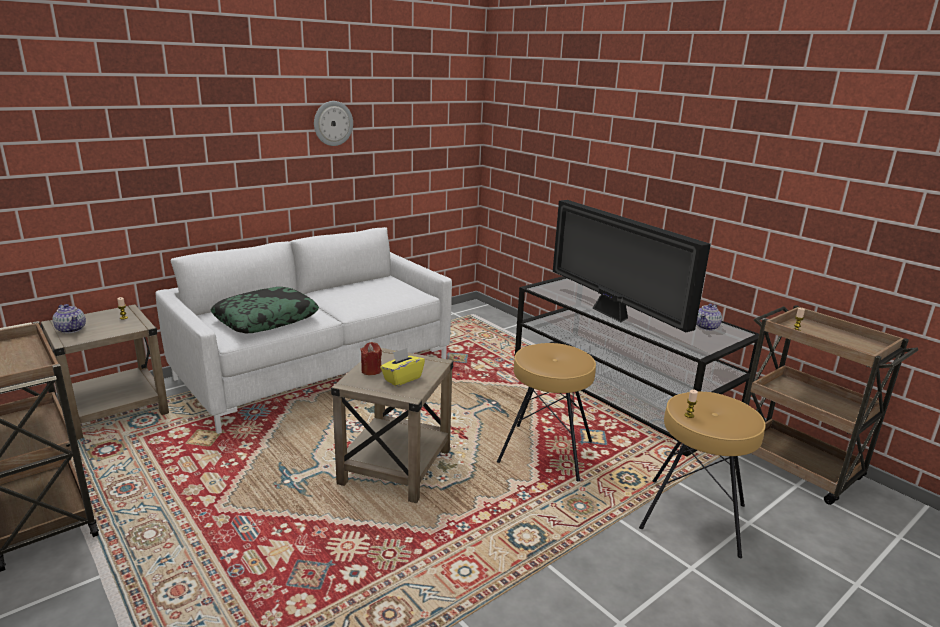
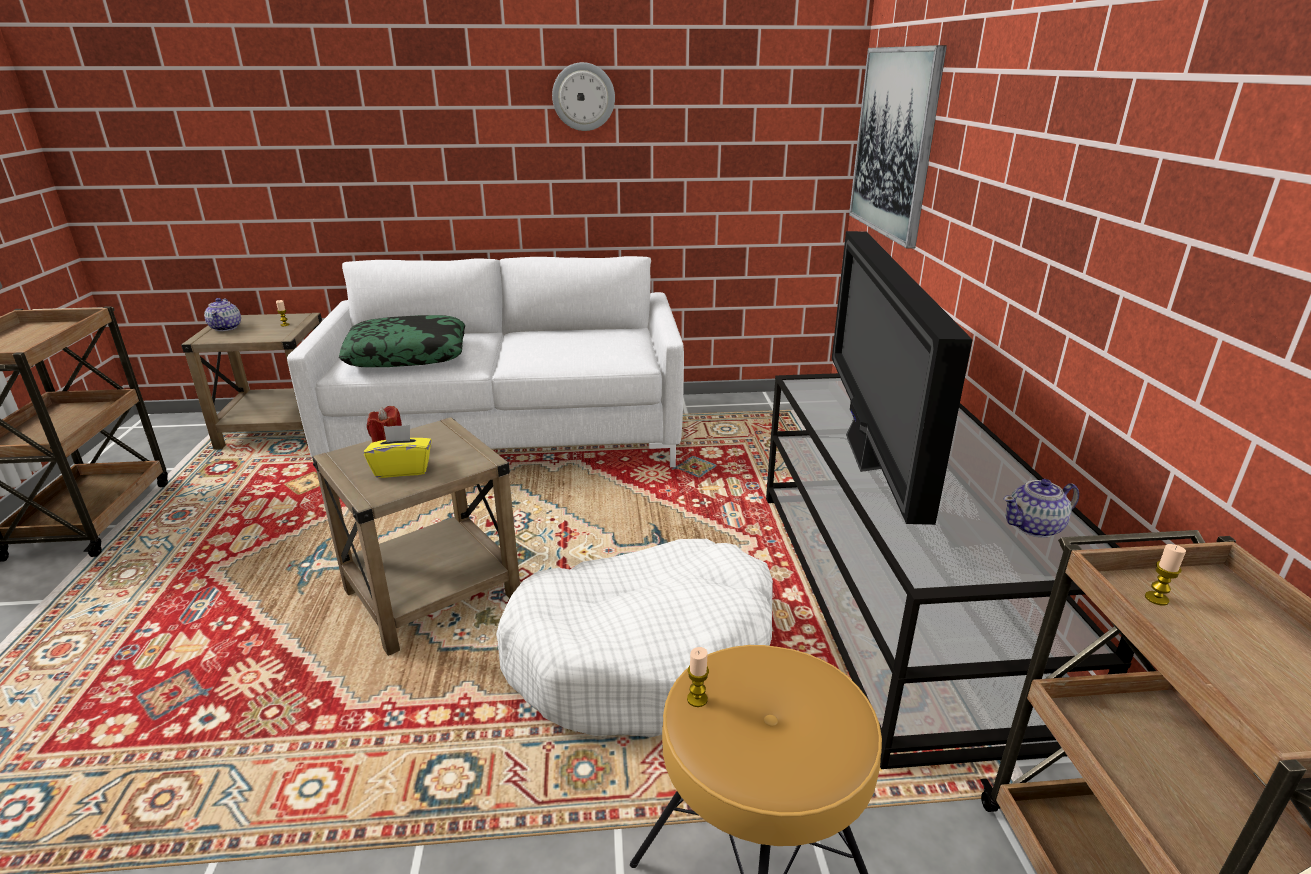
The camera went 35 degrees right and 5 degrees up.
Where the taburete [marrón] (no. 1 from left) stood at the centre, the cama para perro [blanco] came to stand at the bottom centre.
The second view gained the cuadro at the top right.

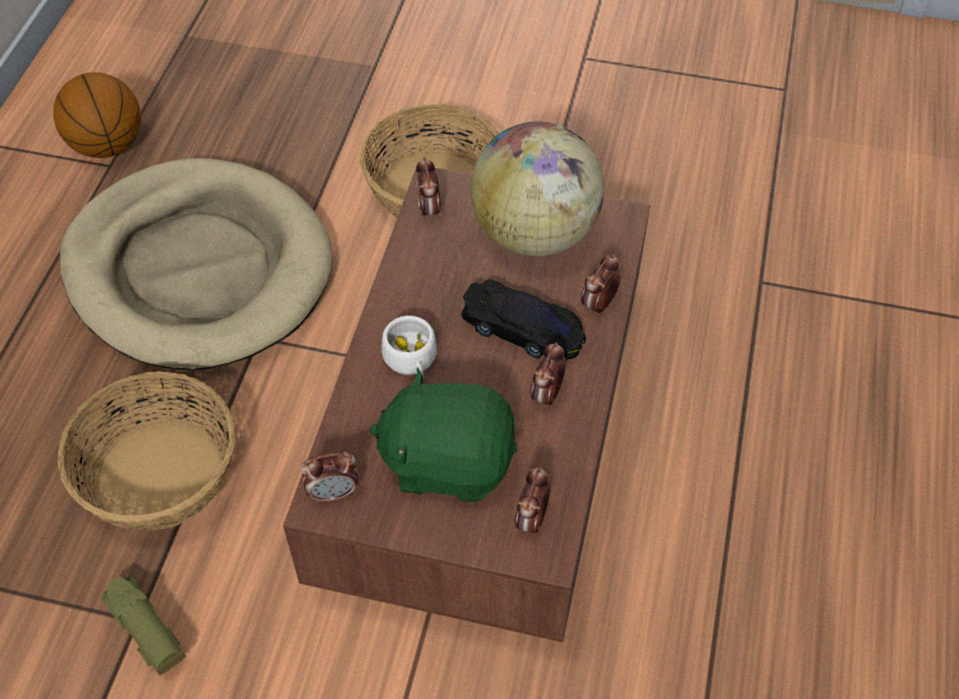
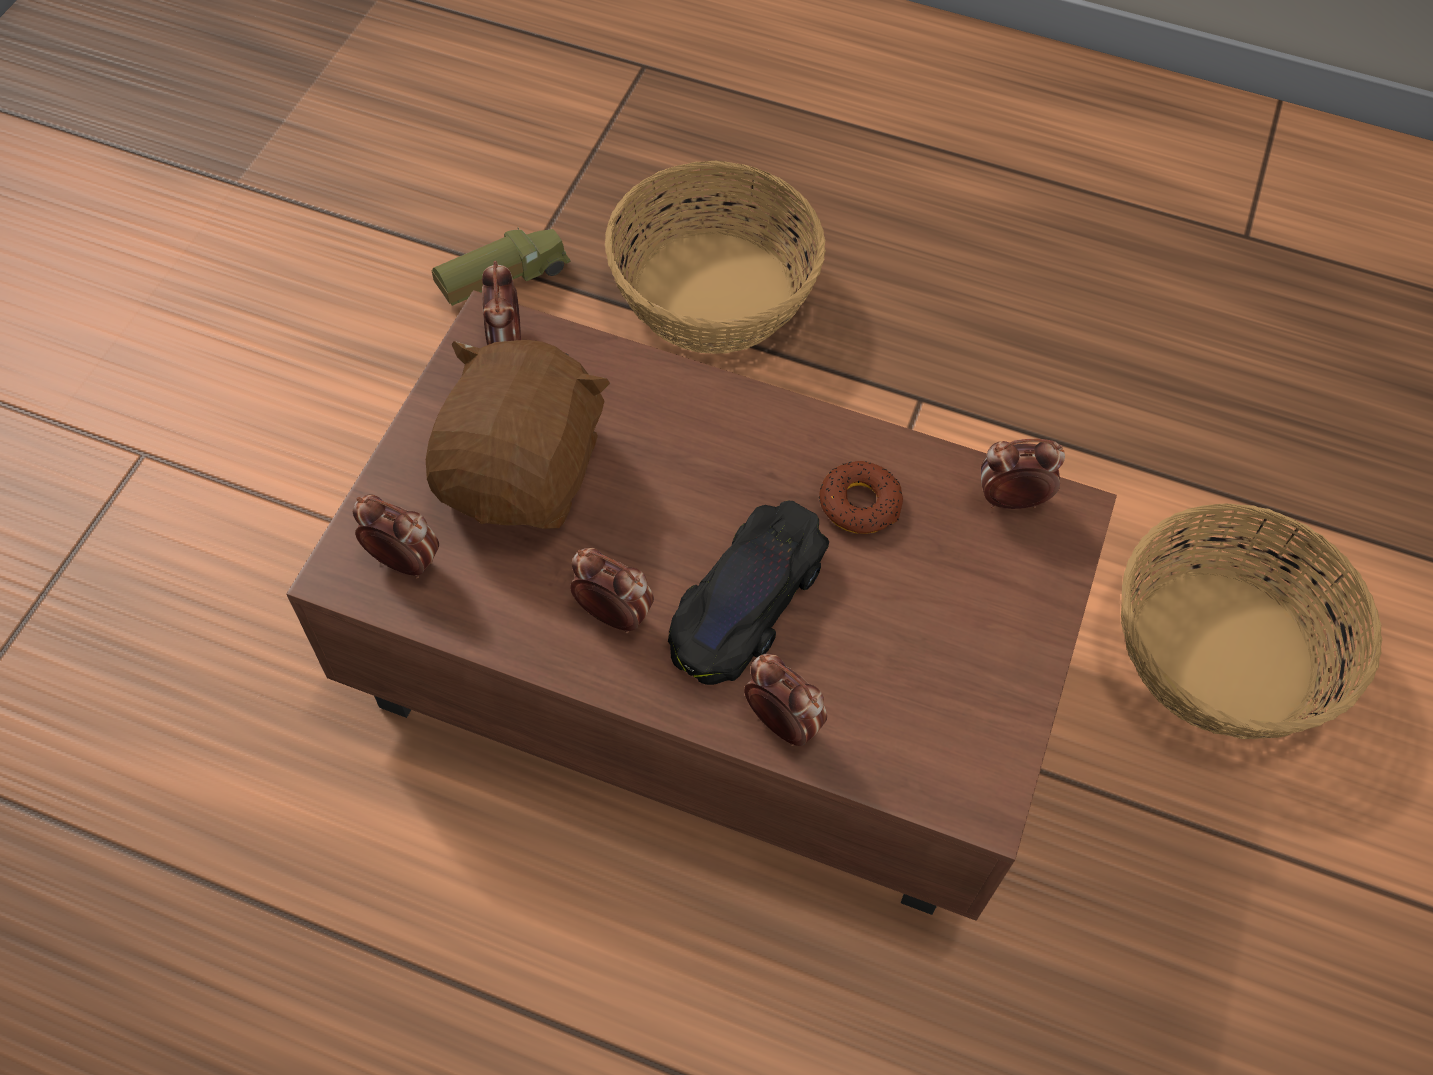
The camera went 95 degrees right and 5 degrees up.
The second view lost the balón de baloncesto at the top left.
The second view lost the globo terráqueo at the top centre.
The second view lost the cama para perro [beis] at the middle left.
The second view lost the taza [blanco] at the centre.
What was the peluche [verde] at the centre turned into the peluche [marrón] at the centre.
The second view gained the rosquilla at the centre.

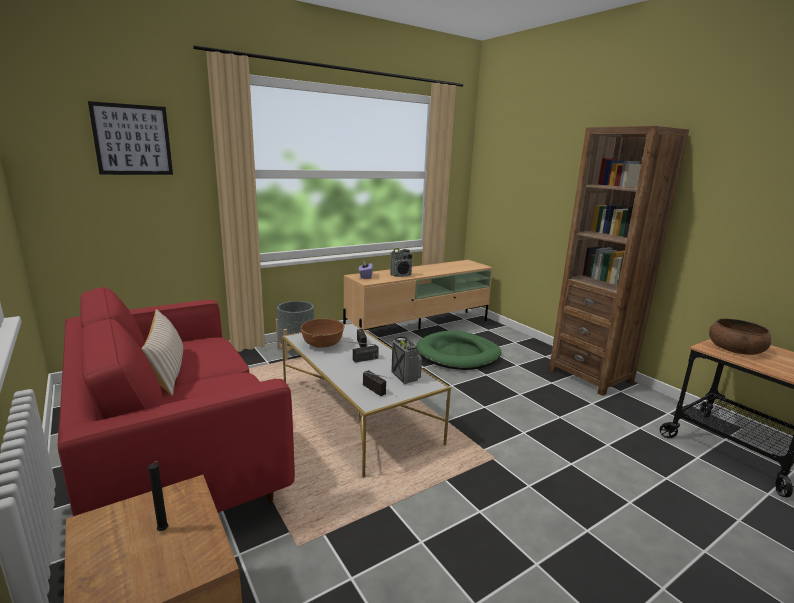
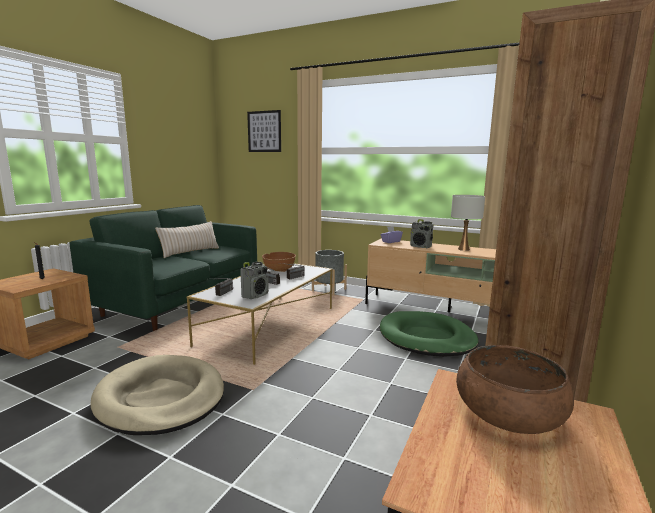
The camera went 60 degrees right and 5 degrees down.
What was the sofá [rojo] at the middle left turned into the sofá [verde] at the middle left.
The second view gained the lámpara de mesa [blanco] at the middle right.
The second view gained the cama para perro [beis] at the bottom left.

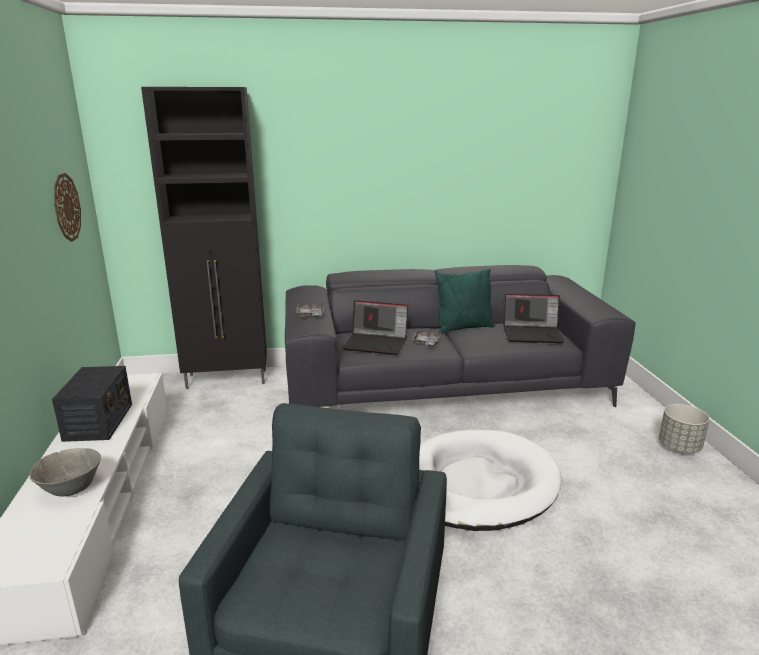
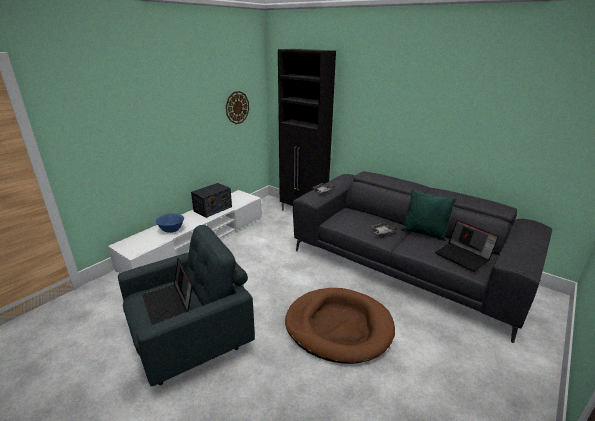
The camera went 45 degrees right and 5 degrees up.
The portátil (no. 1 from left) ended up elsewhere, having gone from the centre to the bottom left.
The second view lost the maceta [gris] at the middle right.
What was the cama para perro [blanco] at the bottom centre turned into the cama para perro [marrón] at the bottom centre.
What was the cuenco [gris] at the bottom left turned into the cuenco [azul] at the middle left.

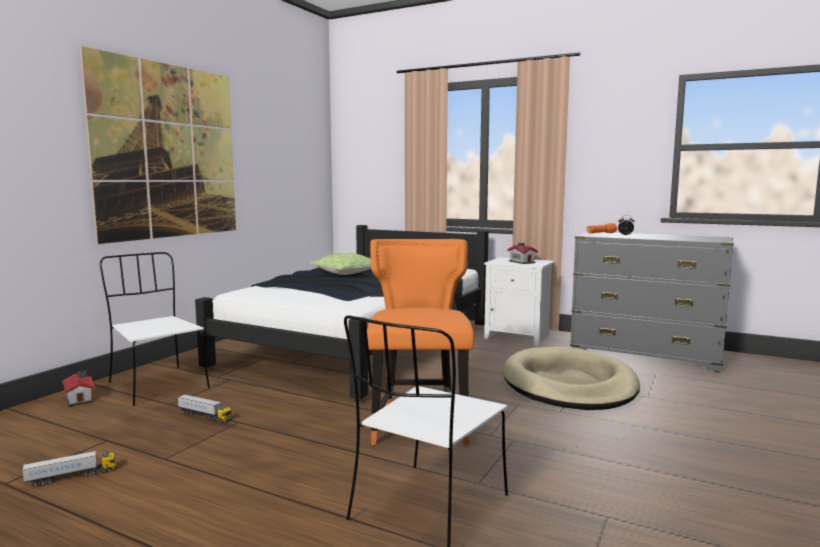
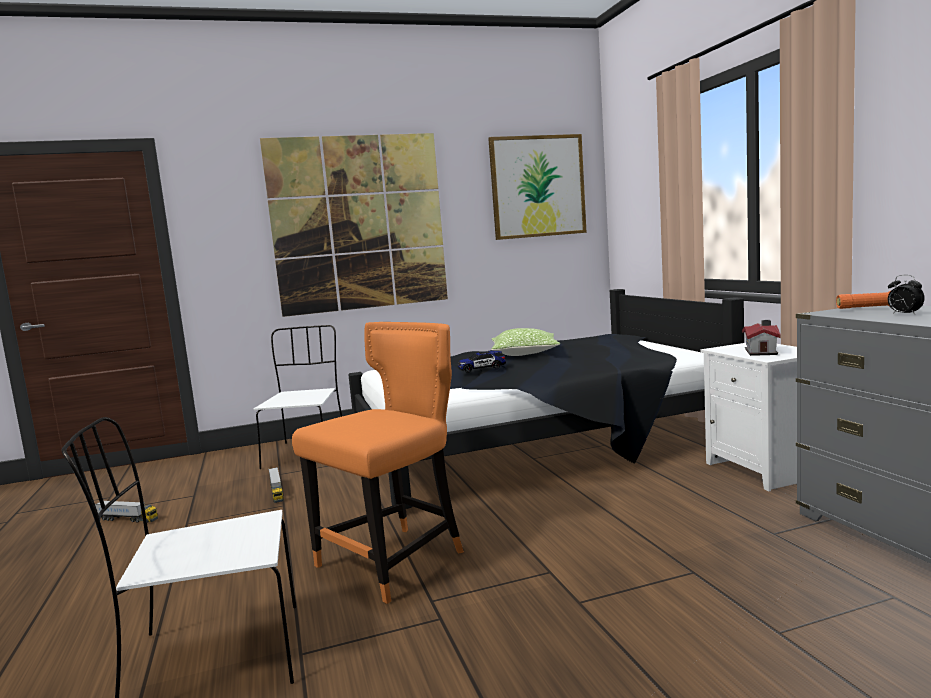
The camera went 45 degrees right and 0 degrees up.
The second view lost the cama para perro [beis] at the bottom right.
The second view lost the casita (no. 1 from left) at the bottom left.
The second view gained the cuadro (no. 2 from left) at the top centre.
The second view gained the coche de juguete at the centre.

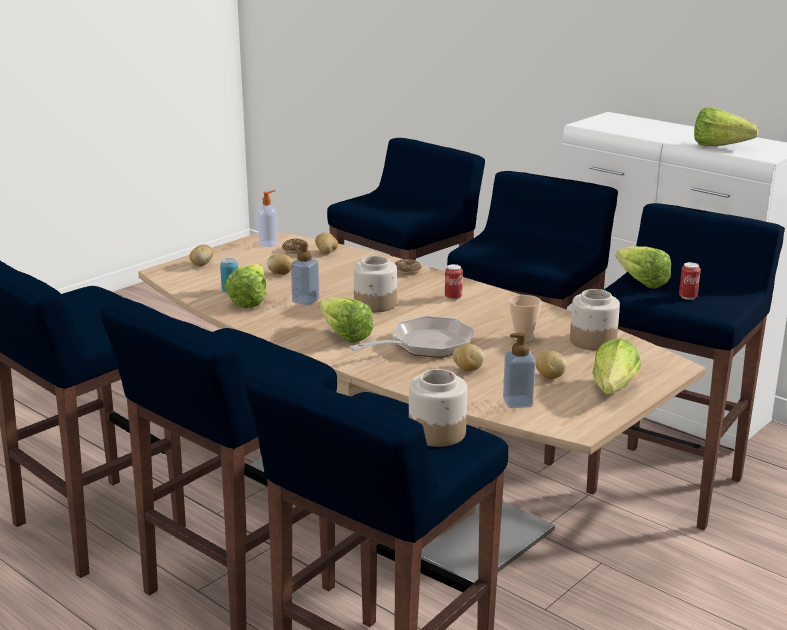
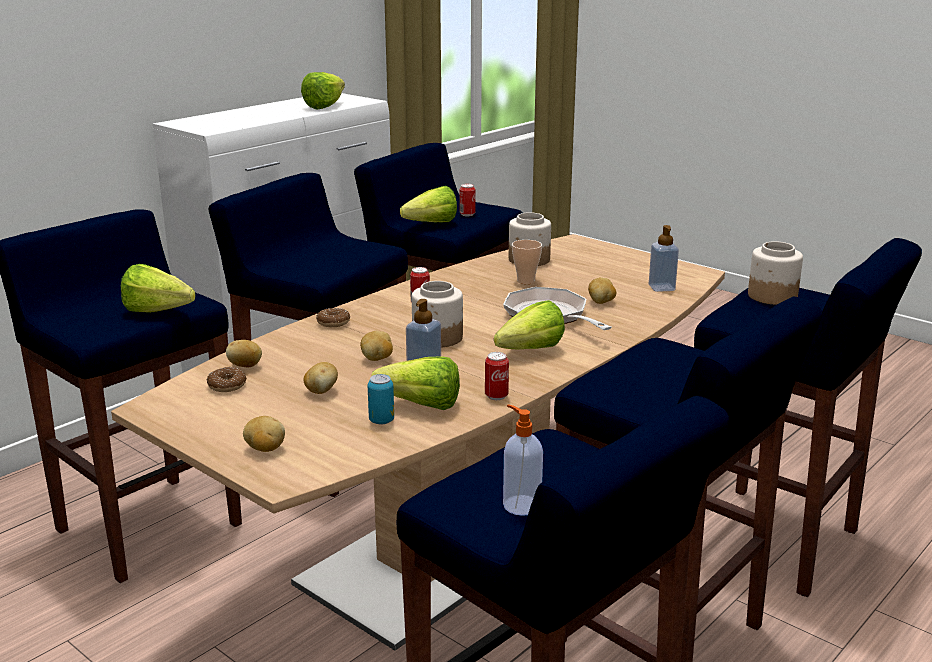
The camera went 90 degrees left and 0 degrees up.
The dispensador de jabón (no. 1 from left in the first image) ended up elsewhere, having gone from the centre to the bottom centre.
The lechuga (no. 3 from left in the first image) ended up elsewhere, having gone from the middle right to the middle left.
The patata (no. 5 from left in the first image) ended up elsewhere, having gone from the middle right to the centre.
The second view gained the lata (no. 4 from left) at the centre.

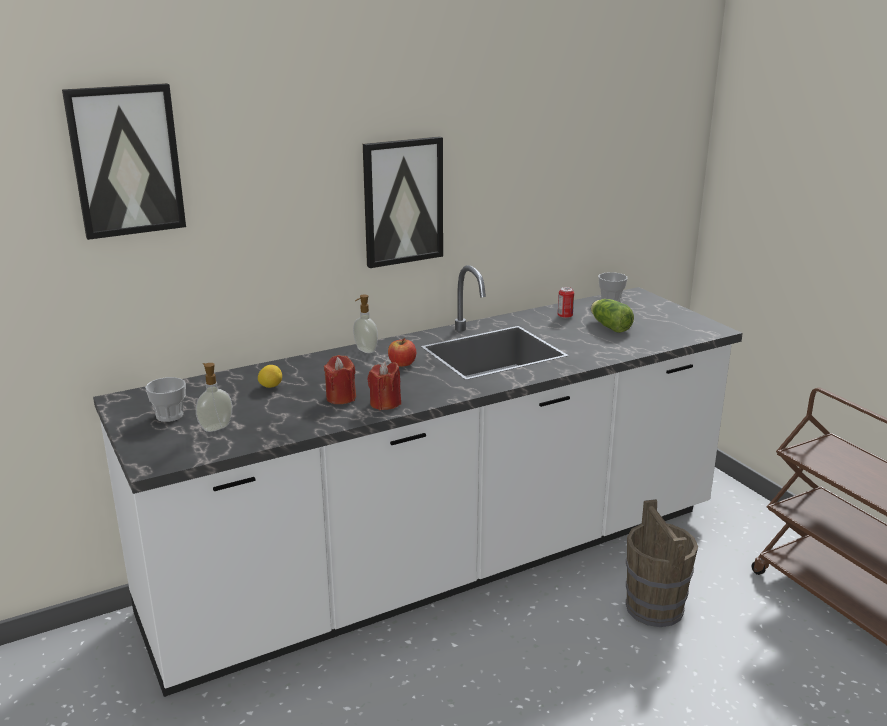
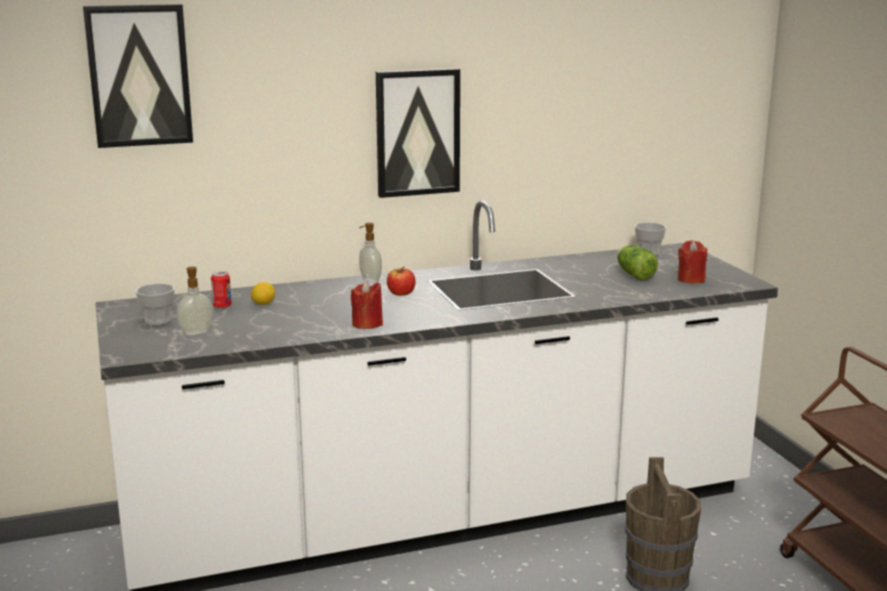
The camera went 10 degrees right and 5 degrees down.
The lata ended up elsewhere, having gone from the centre to the middle left.
The vela [rojo] (no. 1 from left in the first image) ended up elsewhere, having gone from the centre to the middle right.

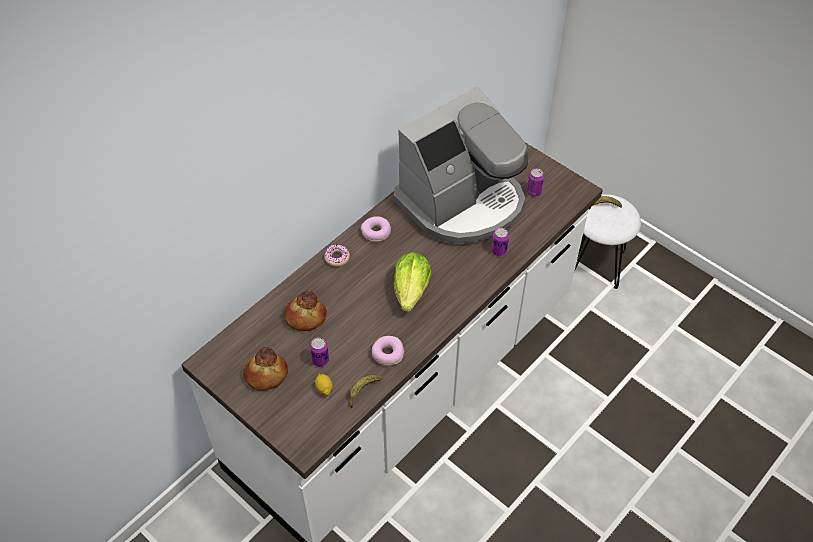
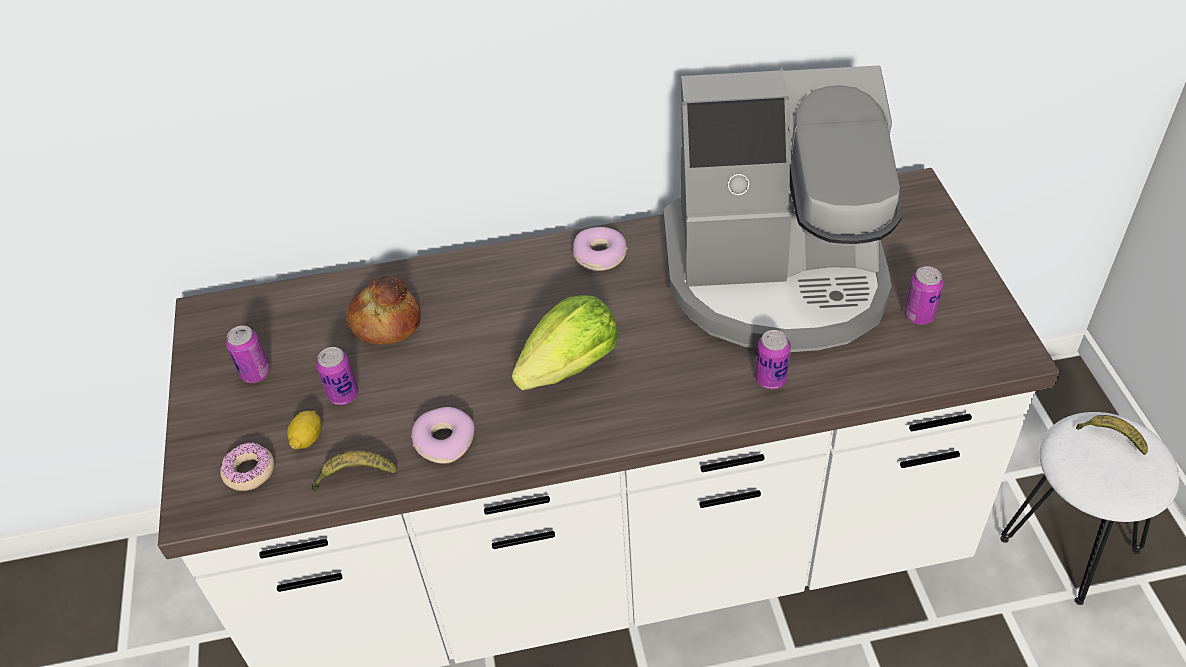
The camera went 40 degrees right and 5 degrees down.
The rosquilla (no. 1 from left) ended up elsewhere, having gone from the centre to the bottom left.
Where the pan (no. 1 from left) stood at the bottom left, the lata (no. 1 from left) came to stand at the middle left.

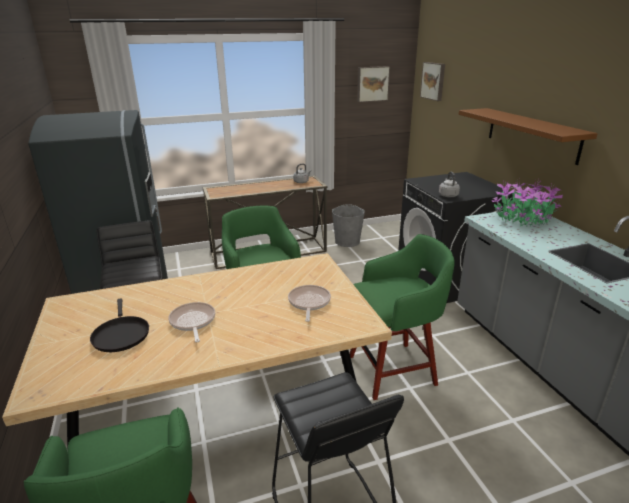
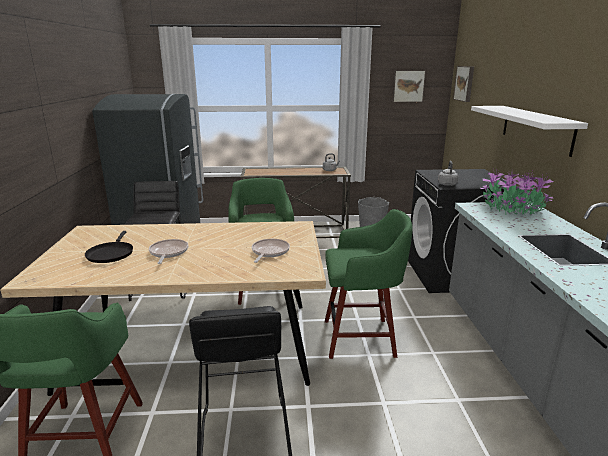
The camera went 15 degrees right and 5 degrees down.
What was the estante [marrón] at the top right turned into the estante [blanco] at the top right.

